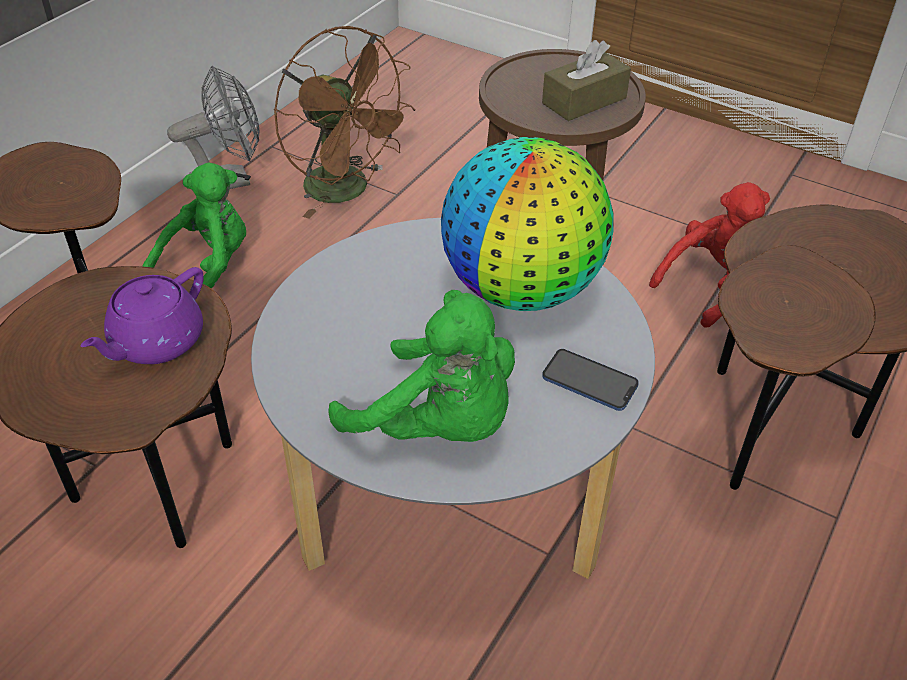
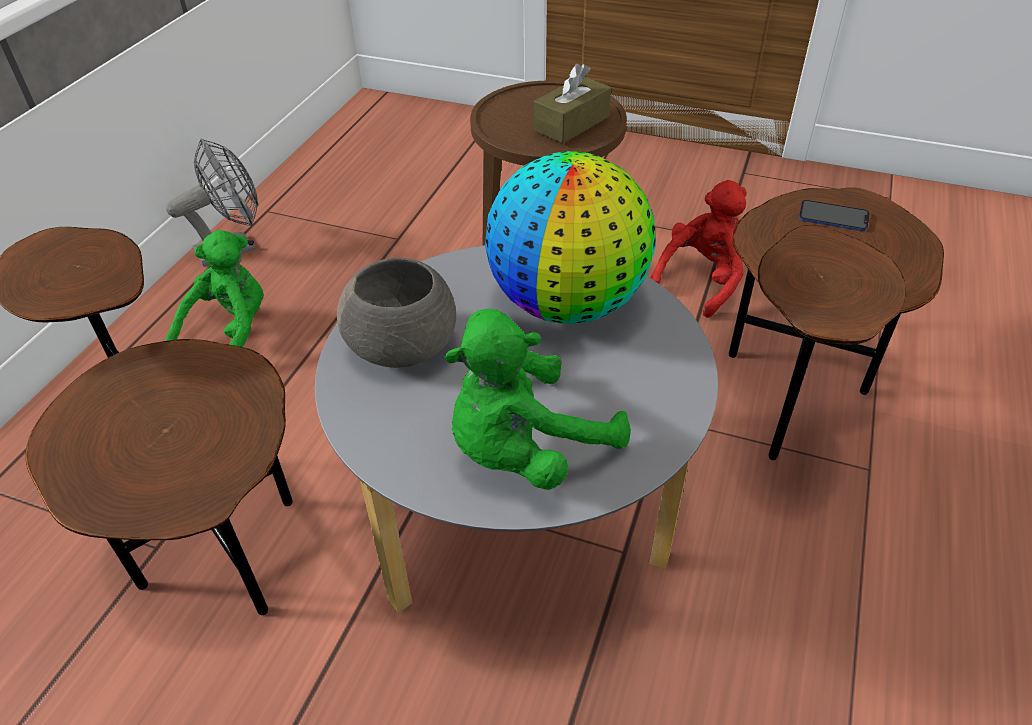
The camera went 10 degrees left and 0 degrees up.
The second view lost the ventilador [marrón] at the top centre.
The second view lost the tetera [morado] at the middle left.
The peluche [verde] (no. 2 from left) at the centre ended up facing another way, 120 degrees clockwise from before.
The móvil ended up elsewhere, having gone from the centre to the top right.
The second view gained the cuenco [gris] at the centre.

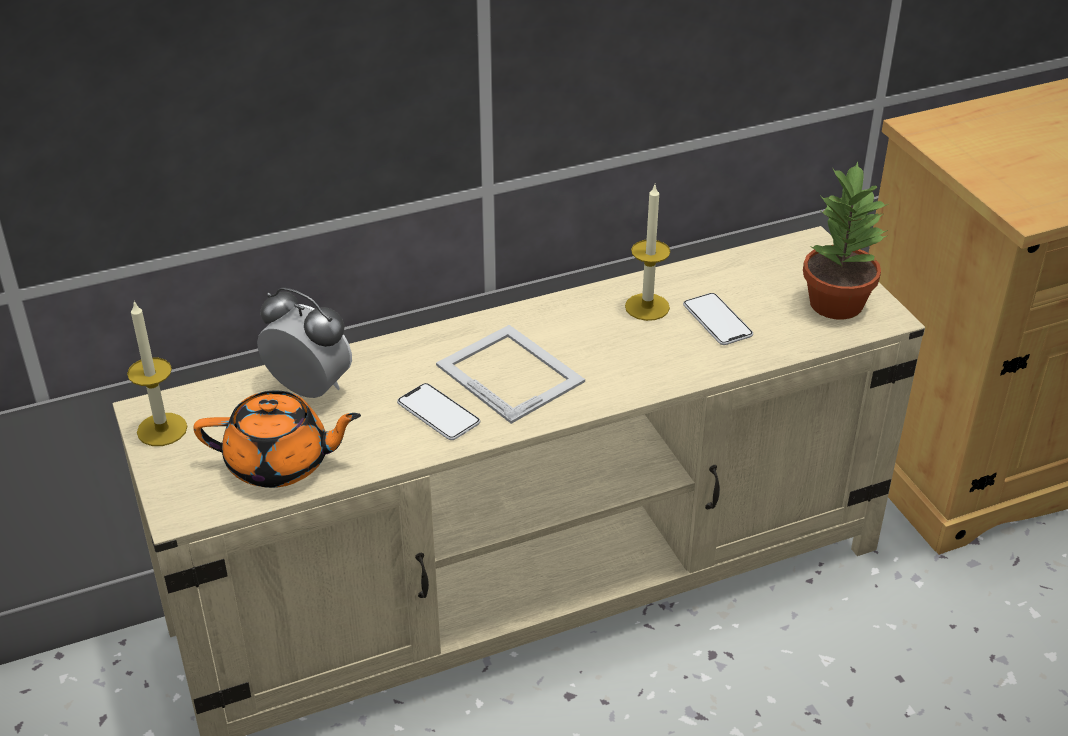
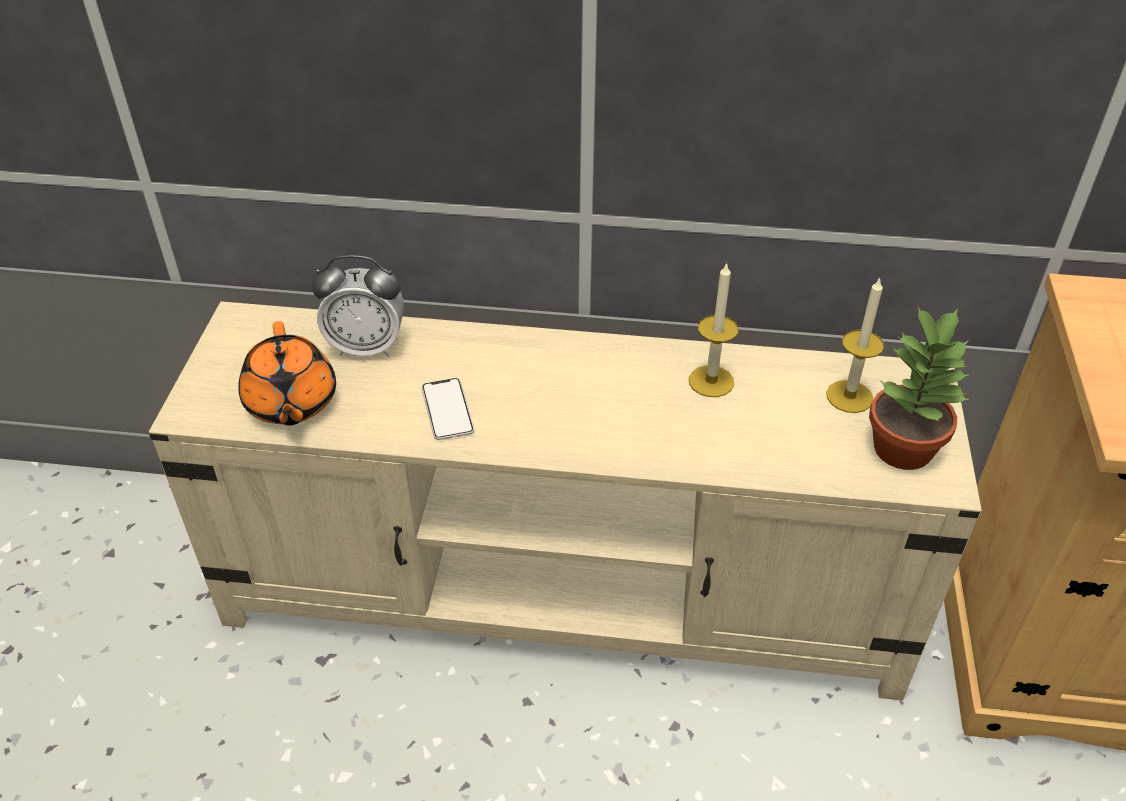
The camera went 30 degrees right and 5 degrees up.
The despertador at the middle left ended up facing another way, 120 degrees clockwise from before.
The second view lost the móvil (no. 2 from left) at the middle right.
The vela (no. 1 from left in the first image) ended up elsewhere, having gone from the middle left to the middle right.
The second view lost the portarretratos at the centre.
The tetera [naranja] at the middle left ended up facing another way, 45 degrees clockwise from before.

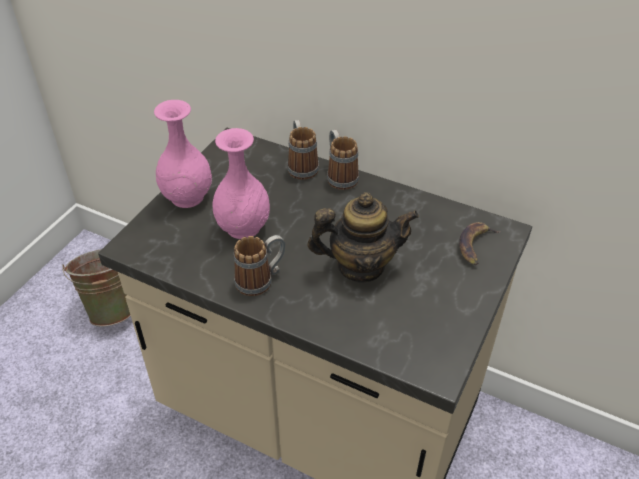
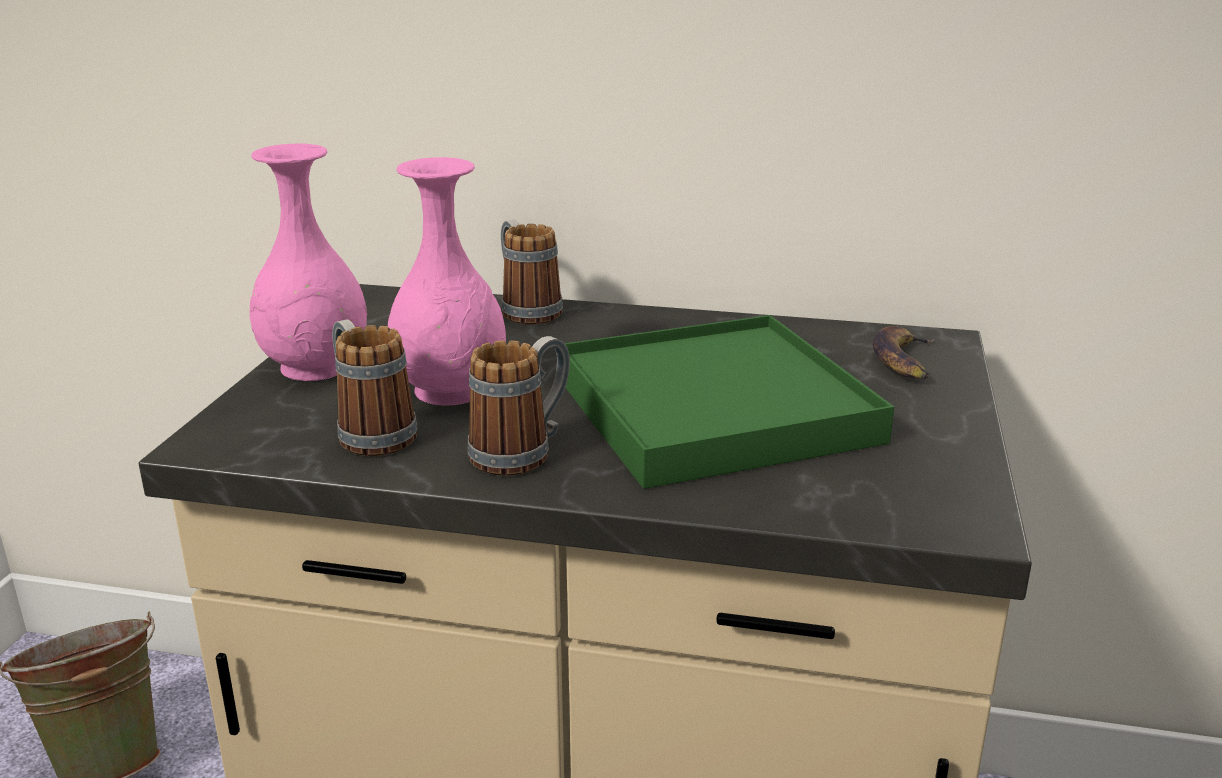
The camera went 15 degrees left and 20 degrees down.
The taza grande (no. 3 from left in the first image) ended up elsewhere, having gone from the centre to the middle left.
Where the tetera stood at the centre, the bandeja [verde] came to stand at the centre.

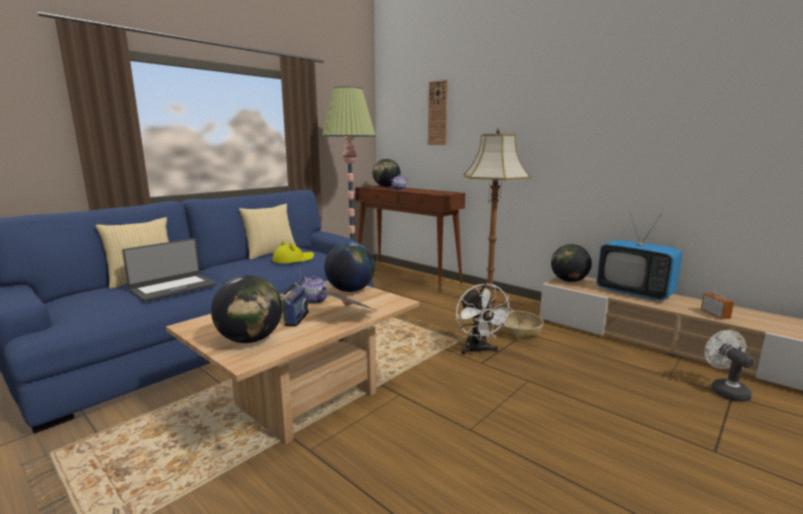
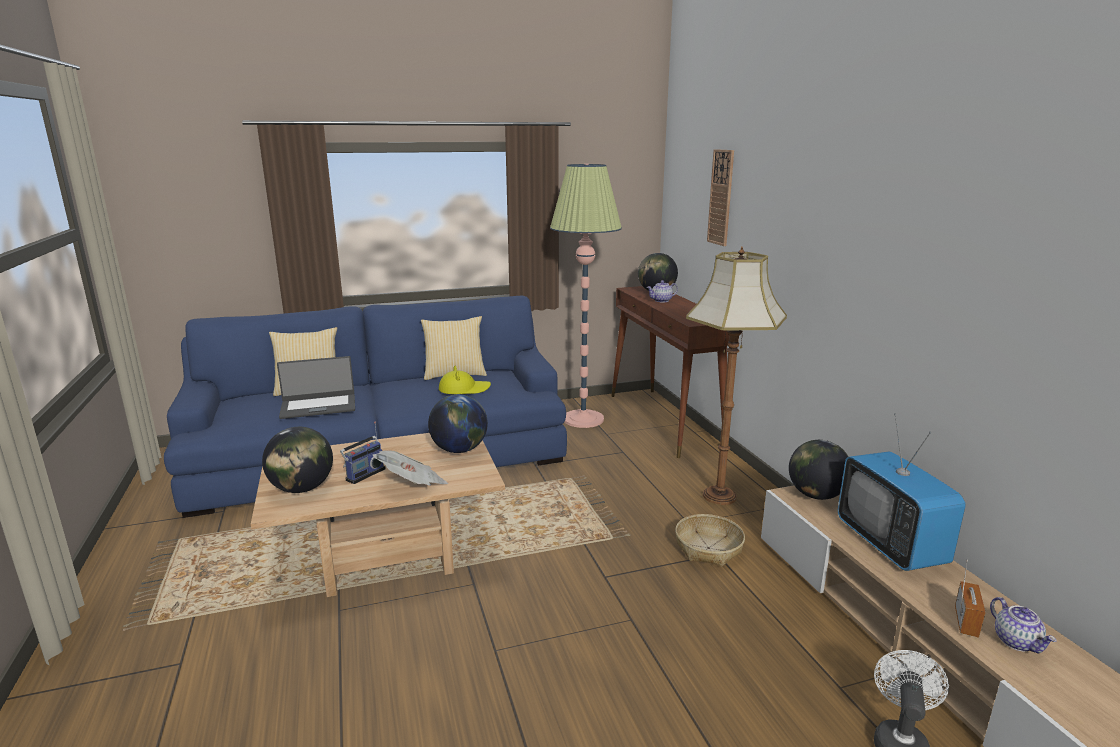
The camera went 30 degrees right and 5 degrees up.
The tetera (no. 1 from left in the first image) ended up elsewhere, having gone from the centre to the bottom right.
The second view lost the ventilador [blanco] (no. 1 from left) at the centre.

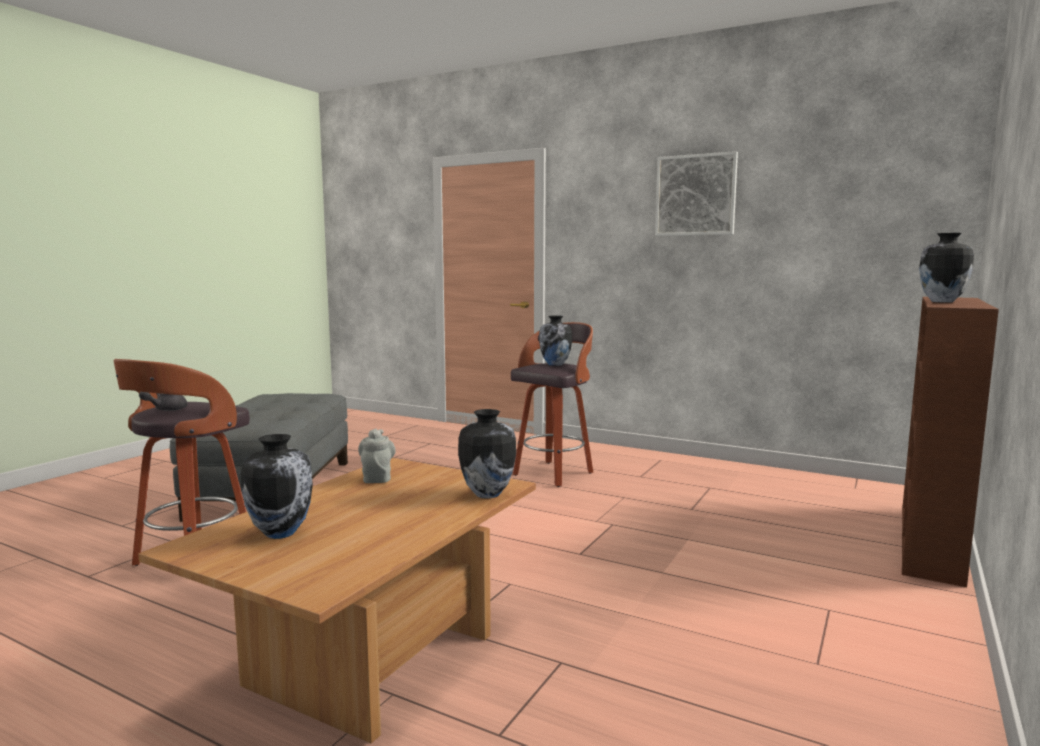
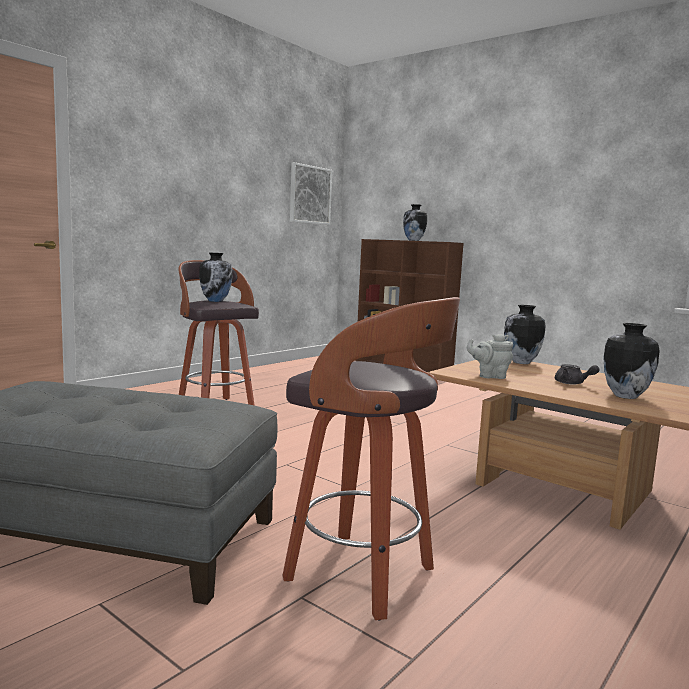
The camera went 80 degrees left and 0 degrees up.
The cuadro ended up elsewhere, having gone from the top right to the top centre.
The tetera [gris] (no. 1 from left in the first image) ended up elsewhere, having gone from the middle left to the middle right.

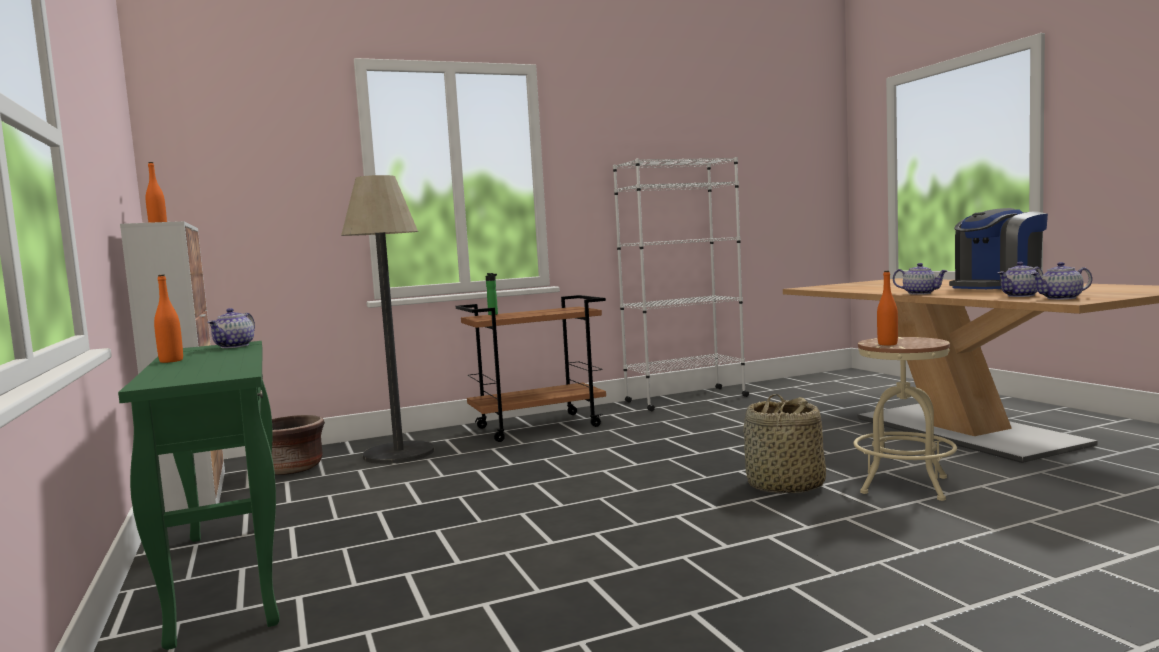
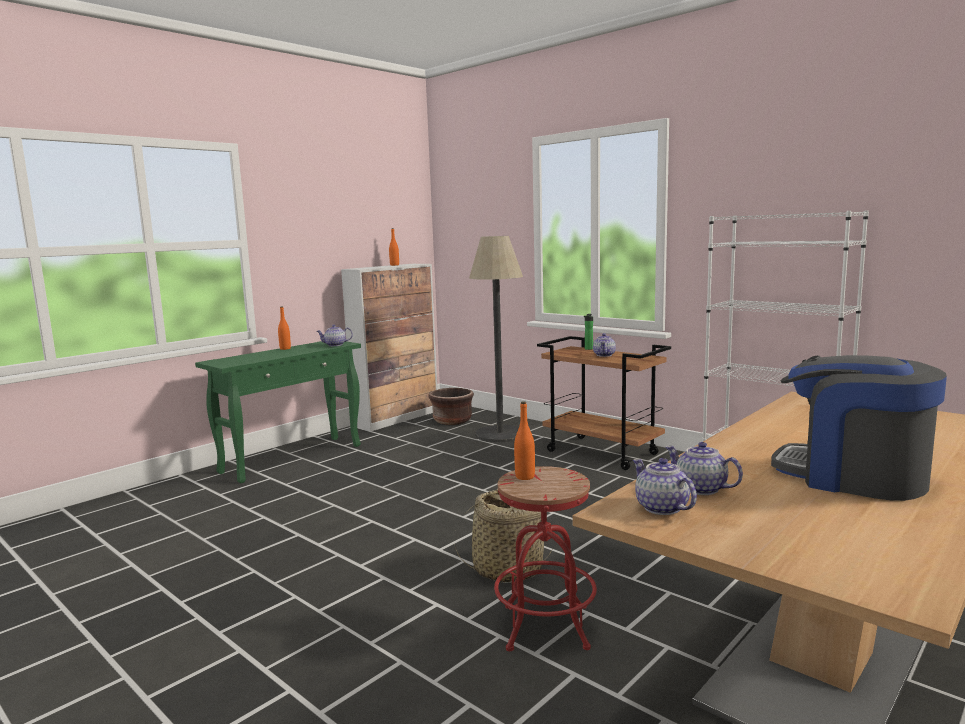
The camera went 65 degrees right and 5 degrees up.
The tetera (no. 2 from left) ended up elsewhere, having gone from the middle right to the centre.
What was the taburete [beis] at the middle right turned into the taburete [rojo] at the bottom centre.

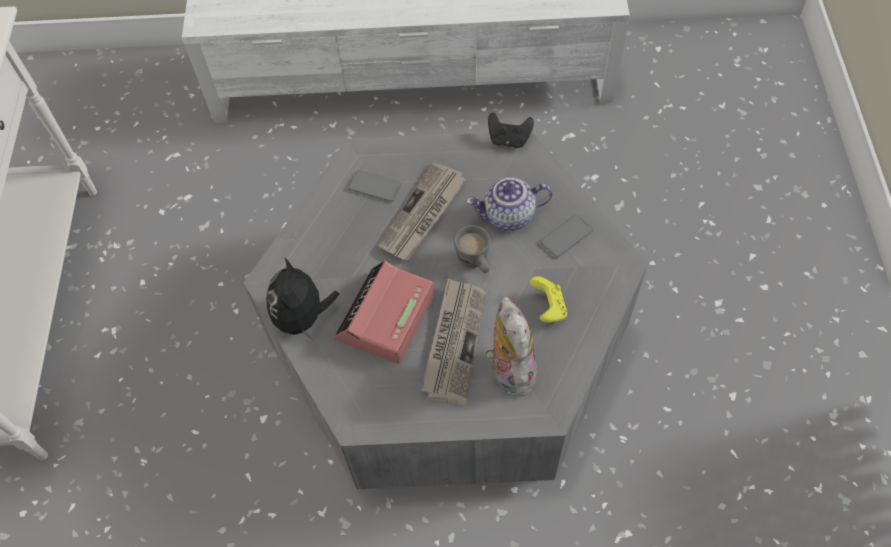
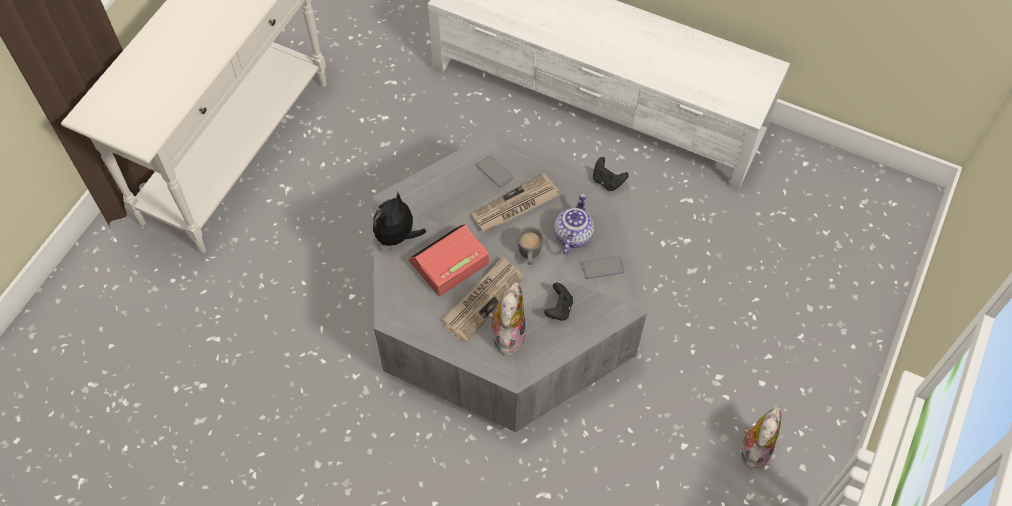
The camera went 25 degrees right and 0 degrees up.
The tetera at the centre ended up facing another way, 90 degrees clockwise from before.
What was the mando de consola [amarillo] at the centre turned into the mando de consola [negro] (no. 1 from left) at the centre.
The second view gained the peluche (no. 3 from left) at the bottom right.

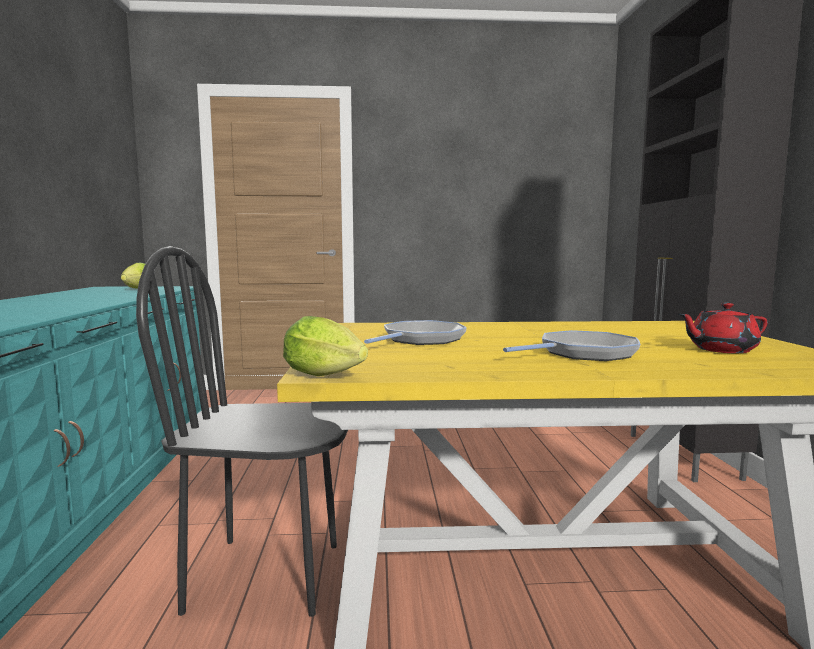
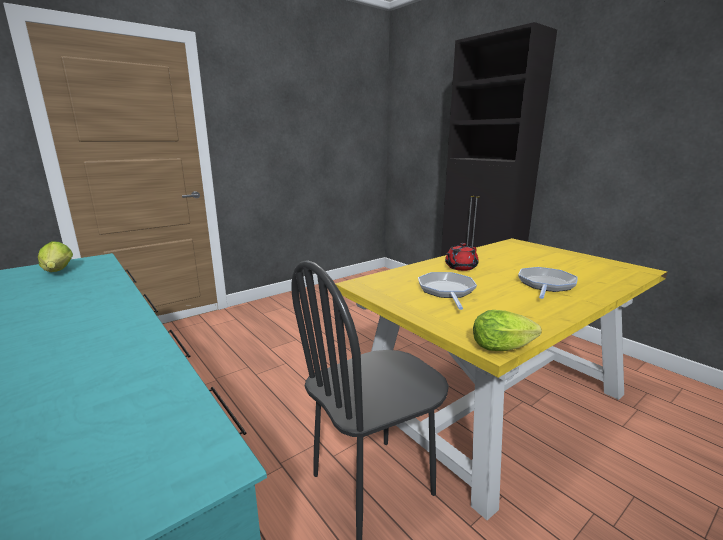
The camera went 35 degrees left and 10 degrees up.
The tetera [rojo] ended up elsewhere, having gone from the middle right to the centre.

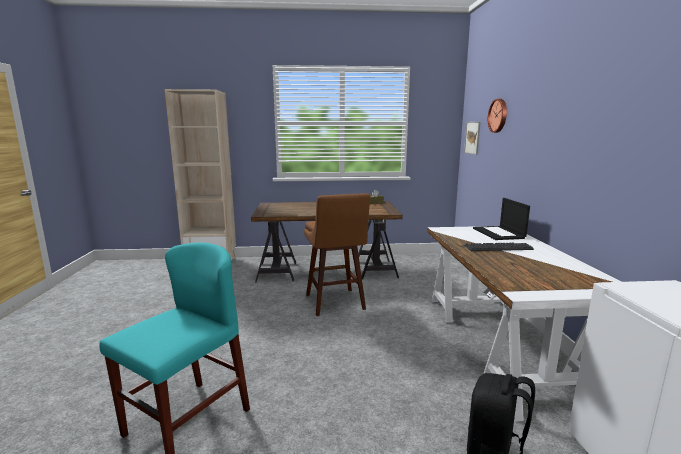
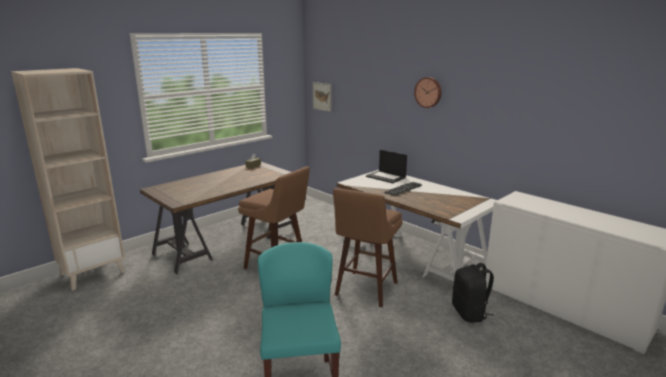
The camera went 40 degrees left and 5 degrees up.
The reloj de pared ended up elsewhere, having gone from the top right to the top centre.
The second view gained the taburete [marrón] (no. 2 from left) at the centre.

